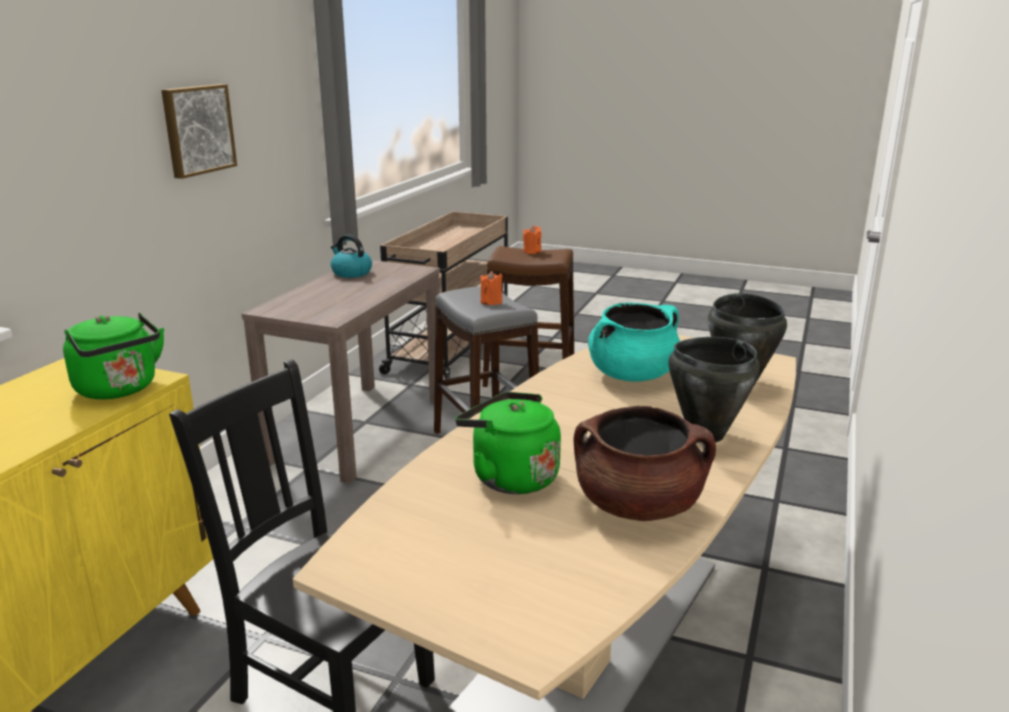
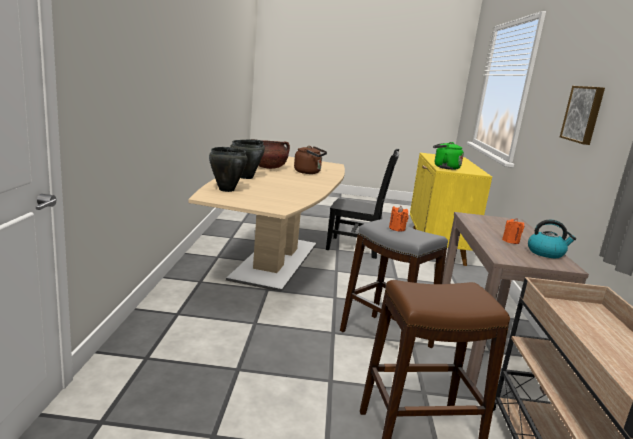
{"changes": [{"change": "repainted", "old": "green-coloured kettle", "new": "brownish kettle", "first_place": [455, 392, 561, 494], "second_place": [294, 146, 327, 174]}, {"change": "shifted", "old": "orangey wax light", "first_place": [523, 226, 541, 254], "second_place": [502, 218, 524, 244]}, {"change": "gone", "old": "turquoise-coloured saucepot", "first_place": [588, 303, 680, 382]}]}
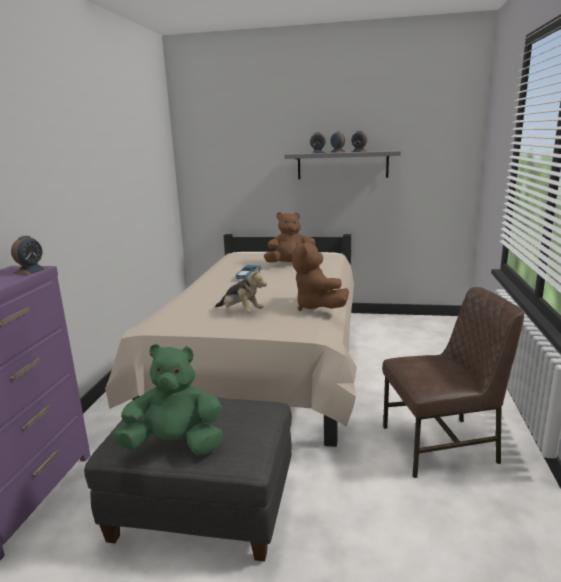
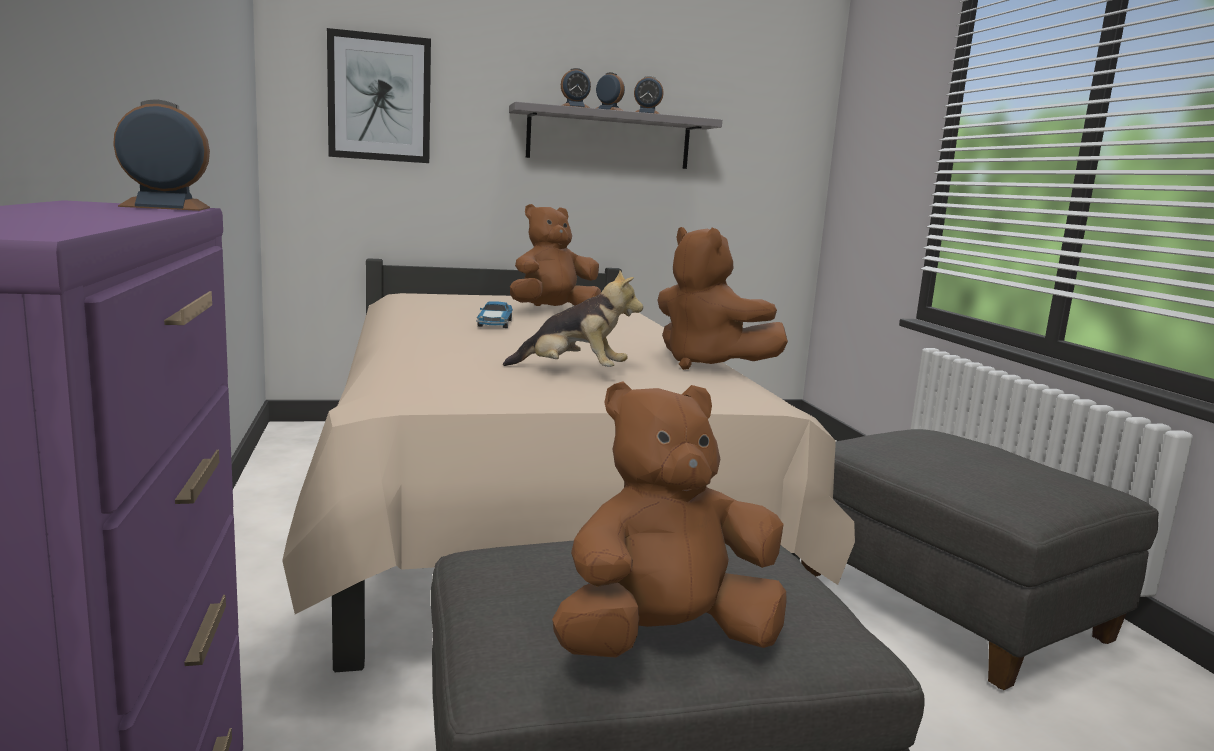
{"changes": [{"change": "rotated", "old": "table clock", "first_place": [11, 236, 48, 275], "second_place": [113, 100, 210, 211], "degrees": -105}, {"change": "repainted", "old": "green-coloured plush toy", "new": "brownish plush toy", "first_place": [113, 344, 223, 455], "second_place": [552, 381, 786, 658]}, {"change": "swapped", "old": "brownish plain chair", "new": "greyish pouffe", "first_place": [382, 287, 524, 478], "second_place": [801, 429, 1159, 690]}, {"change": "new", "new": "picture", "second_place": [327, 28, 431, 163]}]}
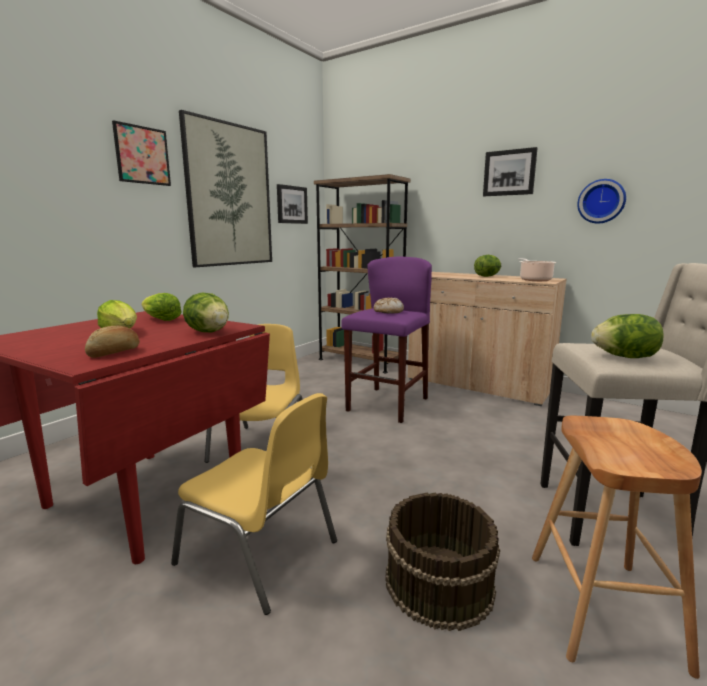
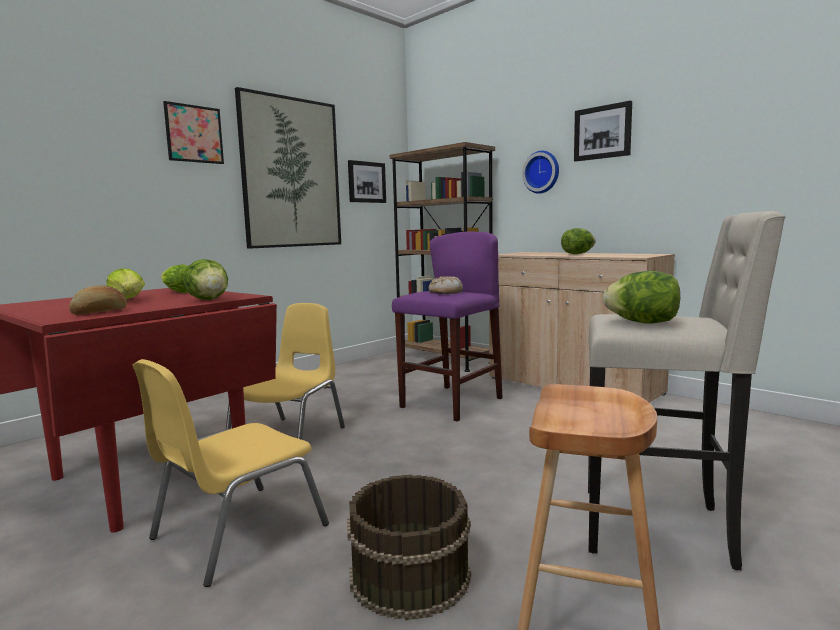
{"changes": [{"change": "rotated", "old": "yellowish plain chair", "first_place": [171, 393, 337, 615], "second_place": [133, 359, 329, 587], "degrees": 90}, {"change": "gone", "old": "saucepot", "first_place": [518, 258, 556, 281]}, {"change": "shifted", "old": "clock on the wall", "first_place": [577, 179, 626, 224], "second_place": [522, 151, 559, 194]}]}
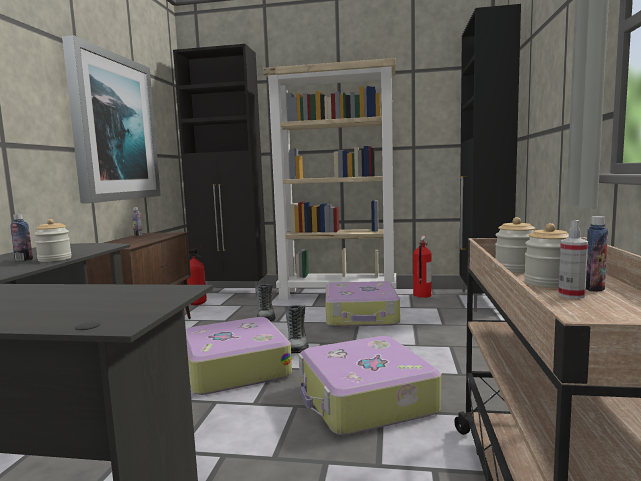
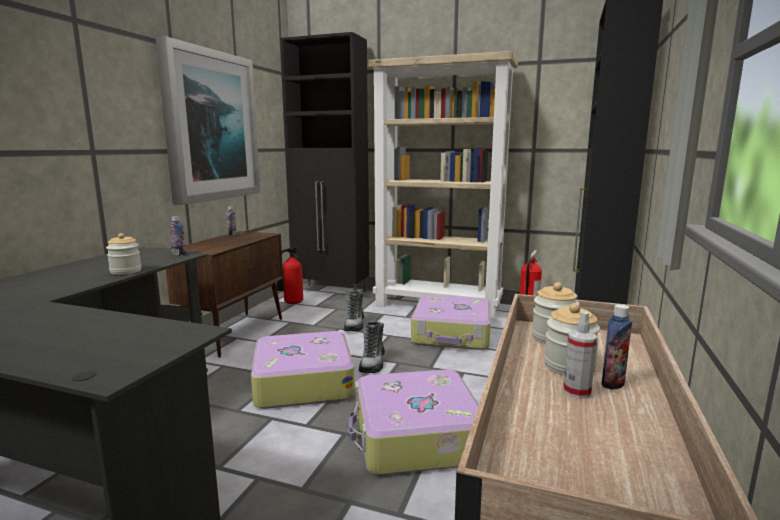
{"changes": [{"change": "shifted", "old": "bottle", "first_place": [10, 214, 33, 261], "second_place": [169, 216, 186, 255]}]}
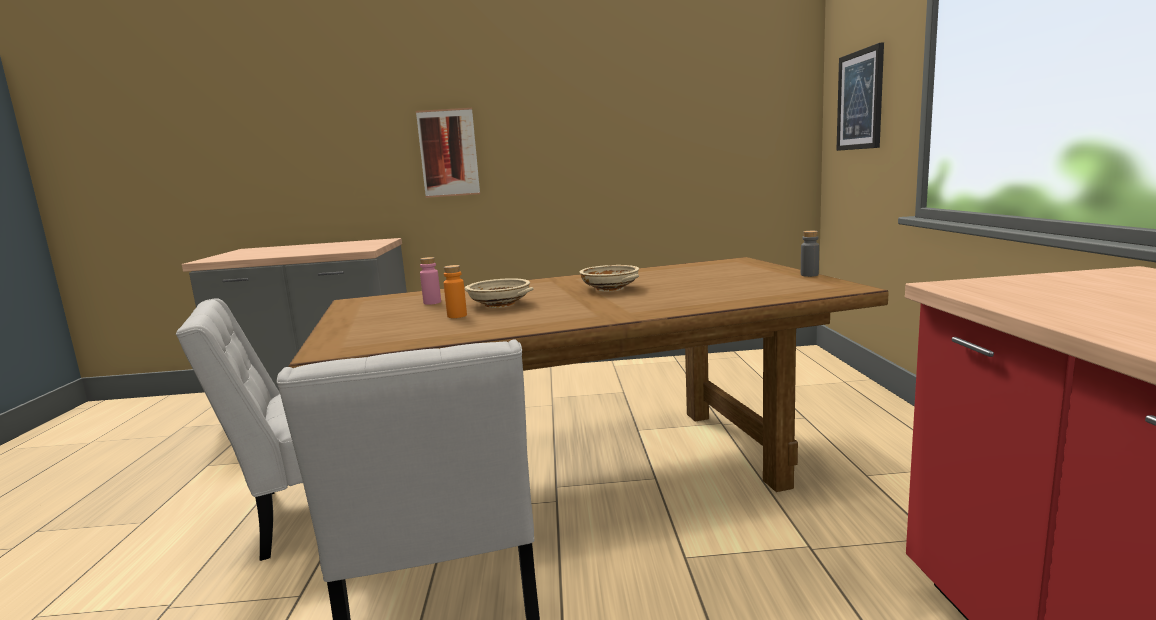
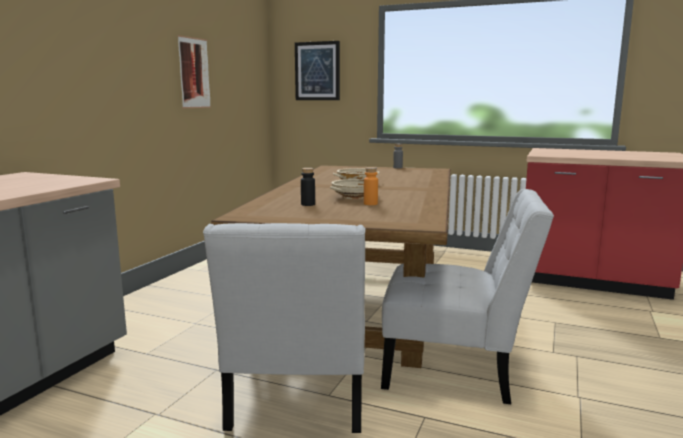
{"changes": [{"change": "shifted", "old": "picture", "first_place": [416, 108, 480, 198], "second_place": [177, 35, 211, 108]}, {"change": "repainted", "old": "pink-coloured bottle", "new": "blackish bottle", "first_place": [420, 257, 441, 305], "second_place": [301, 168, 315, 206]}]}
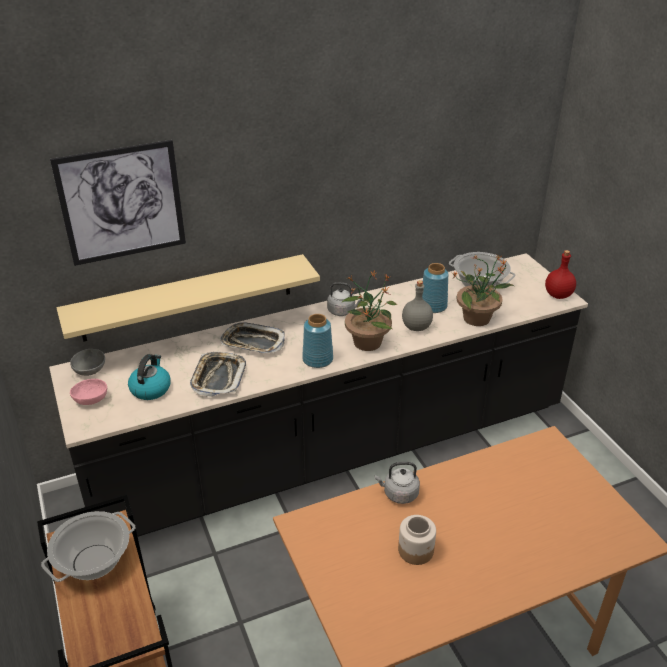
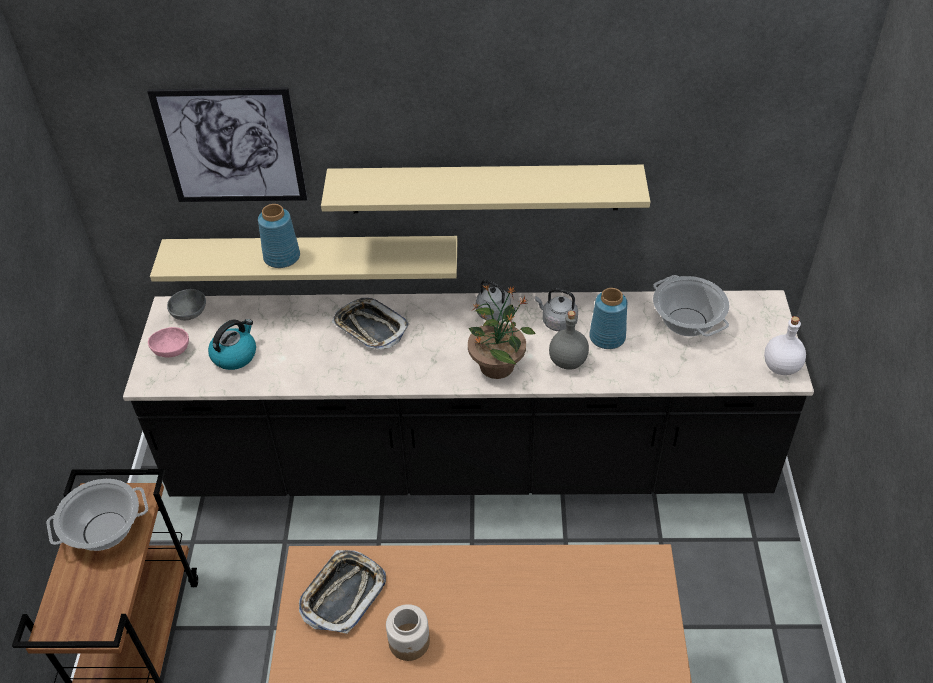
{"changes": [{"change": "shifted", "old": "carrying tray", "first_place": [190, 352, 246, 397], "second_place": [299, 550, 386, 634]}, {"change": "shifted", "old": "blue-coloured vase", "first_place": [302, 314, 333, 368], "second_place": [258, 204, 300, 268]}, {"change": "shifted", "old": "greyish kettle", "first_place": [375, 462, 420, 504], "second_place": [535, 288, 578, 331]}, {"change": "gone", "old": "houseplant", "first_place": [452, 254, 514, 326]}, {"change": "repainted", "old": "red bottle", "new": "white bottle", "first_place": [545, 250, 576, 299], "second_place": [764, 316, 806, 375]}, {"change": "new", "new": "beige-coloured shelf", "second_place": [321, 165, 650, 213]}]}
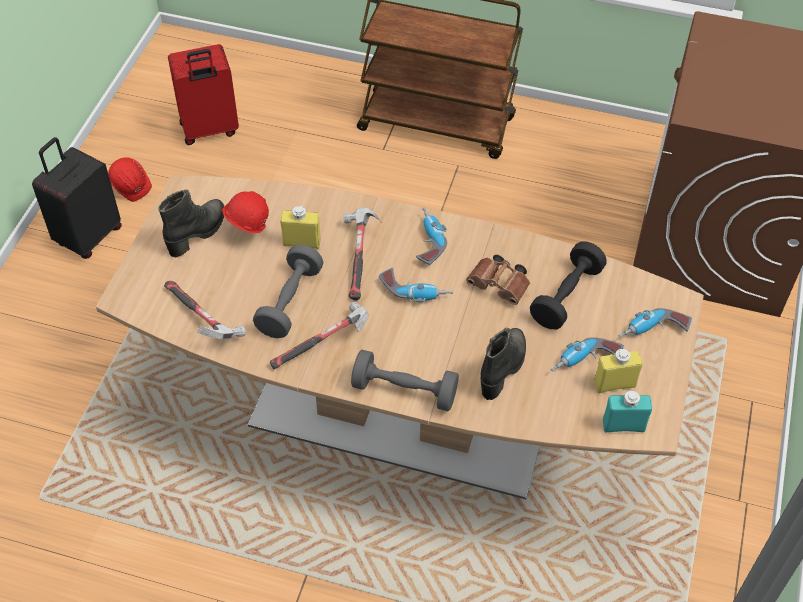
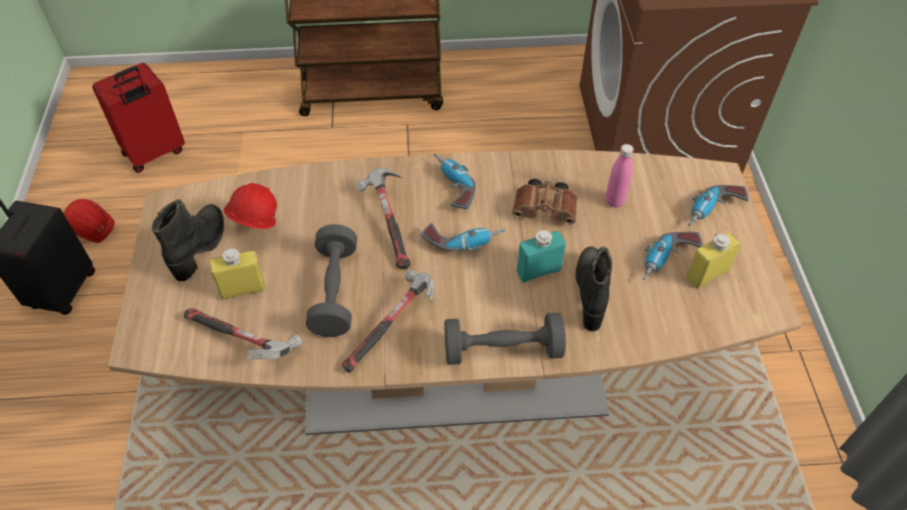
{"changes": [{"change": "shifted", "old": "yellowish bottle", "first_place": [280, 206, 321, 249], "second_place": [210, 248, 265, 300]}, {"change": "swapped", "old": "blackish free weight", "new": "pink-coloured bottle", "first_place": [530, 241, 607, 330], "second_place": [605, 144, 634, 208]}, {"change": "shifted", "old": "turquoise-coloured bottle", "first_place": [603, 391, 652, 432], "second_place": [517, 230, 566, 283]}]}
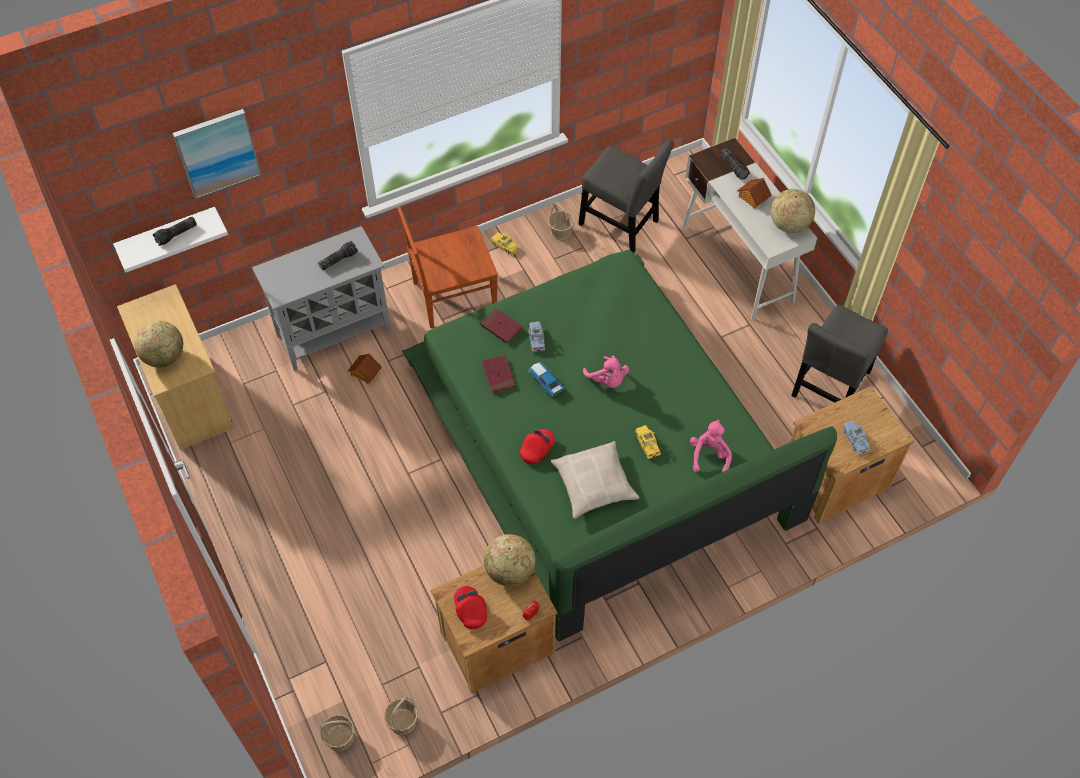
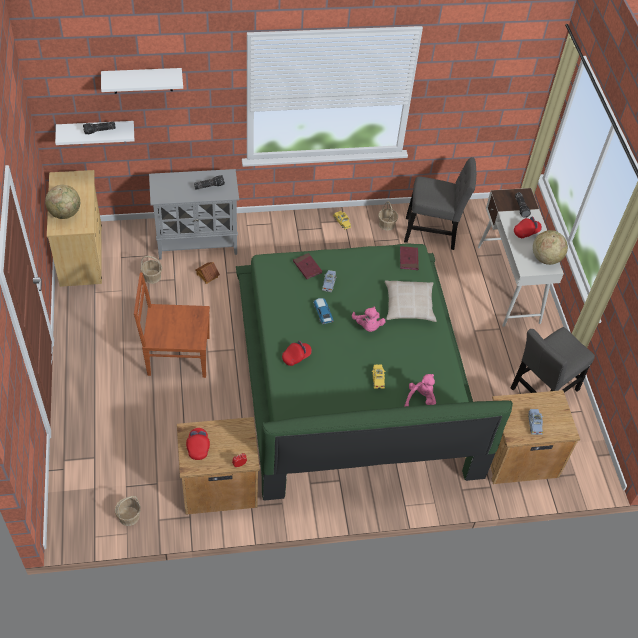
{"changes": [{"change": "swapped", "old": "picture", "new": "white shelf", "first_place": [173, 109, 262, 199], "second_place": [101, 68, 183, 94]}, {"change": "shifted", "old": "household basket", "first_place": [320, 715, 354, 751], "second_place": [141, 256, 162, 284]}, {"change": "shifted", "old": "brownish plain chair", "first_place": [397, 206, 498, 329], "second_place": [134, 272, 210, 378]}, {"change": "shifted", "old": "red volume", "first_place": [482, 355, 516, 393], "second_place": [400, 246, 419, 270]}, {"change": "gone", "old": "world globe", "first_place": [484, 534, 535, 586]}, {"change": "shifted", "old": "beige-coloured cushion", "first_place": [551, 441, 639, 519], "second_place": [385, 280, 437, 322]}, {"change": "rotated", "old": "greyish plain chair", "first_place": [578, 140, 674, 253], "second_place": [404, 157, 477, 250], "degrees": -45}, {"change": "swapped", "old": "miniature house", "new": "red cap", "first_place": [737, 178, 772, 209], "second_place": [514, 217, 542, 238]}]}
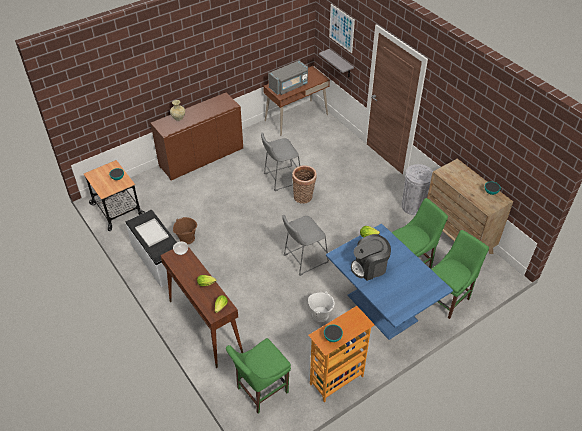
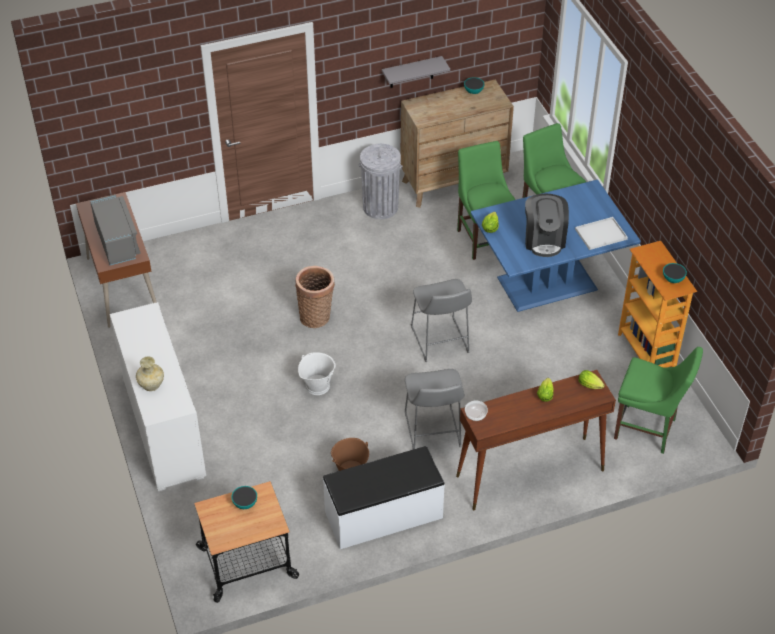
{"changes": [{"change": "shifted", "old": "white carrying tray", "first_place": [135, 218, 169, 247], "second_place": [575, 217, 628, 250]}, {"change": "repainted", "old": "brownish storage cabinet", "new": "white storage cabinet", "first_place": [150, 93, 243, 180], "second_place": [110, 302, 206, 491]}, {"change": "rotated", "old": "green-coloured plain chair", "first_place": [226, 338, 291, 414], "second_place": [614, 347, 703, 454], "degrees": -45}, {"change": "shifted", "old": "greyish stool", "first_place": [261, 133, 300, 191], "second_place": [405, 369, 465, 450]}, {"change": "shifted", "old": "white bucket", "first_place": [308, 291, 334, 322], "second_place": [298, 352, 336, 395]}, {"change": "shifted", "old": "greyish shelf", "first_place": [319, 49, 354, 77], "second_place": [382, 56, 450, 88]}, {"change": "gone", "old": "picture", "first_place": [329, 4, 355, 53]}]}
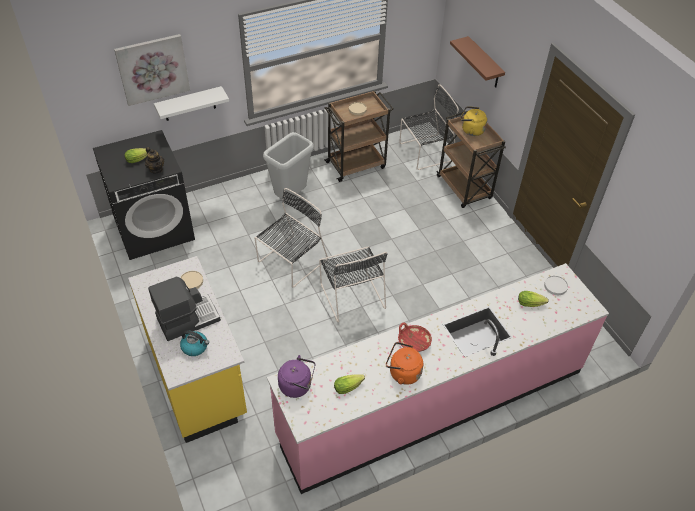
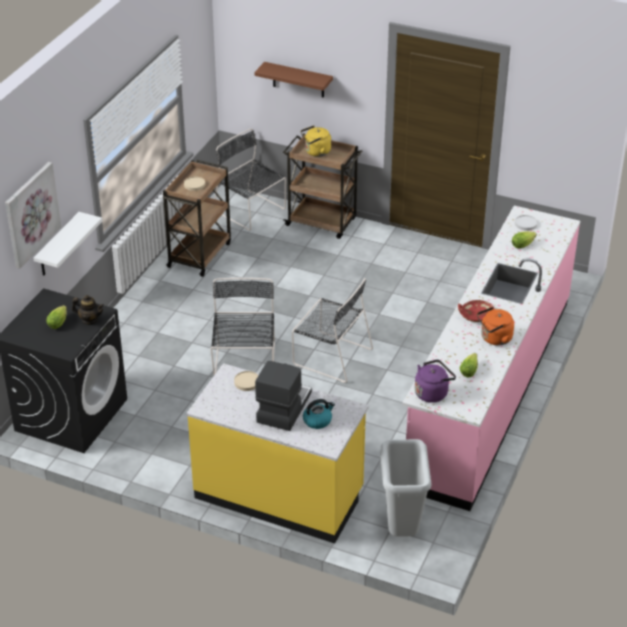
{"changes": [{"change": "shifted", "old": "greyish trash can", "first_place": [263, 132, 314, 200], "second_place": [380, 439, 431, 537]}, {"change": "rotated", "old": "blackish plain chair", "first_place": [399, 84, 459, 170], "second_place": [215, 129, 286, 230], "degrees": -75}]}
